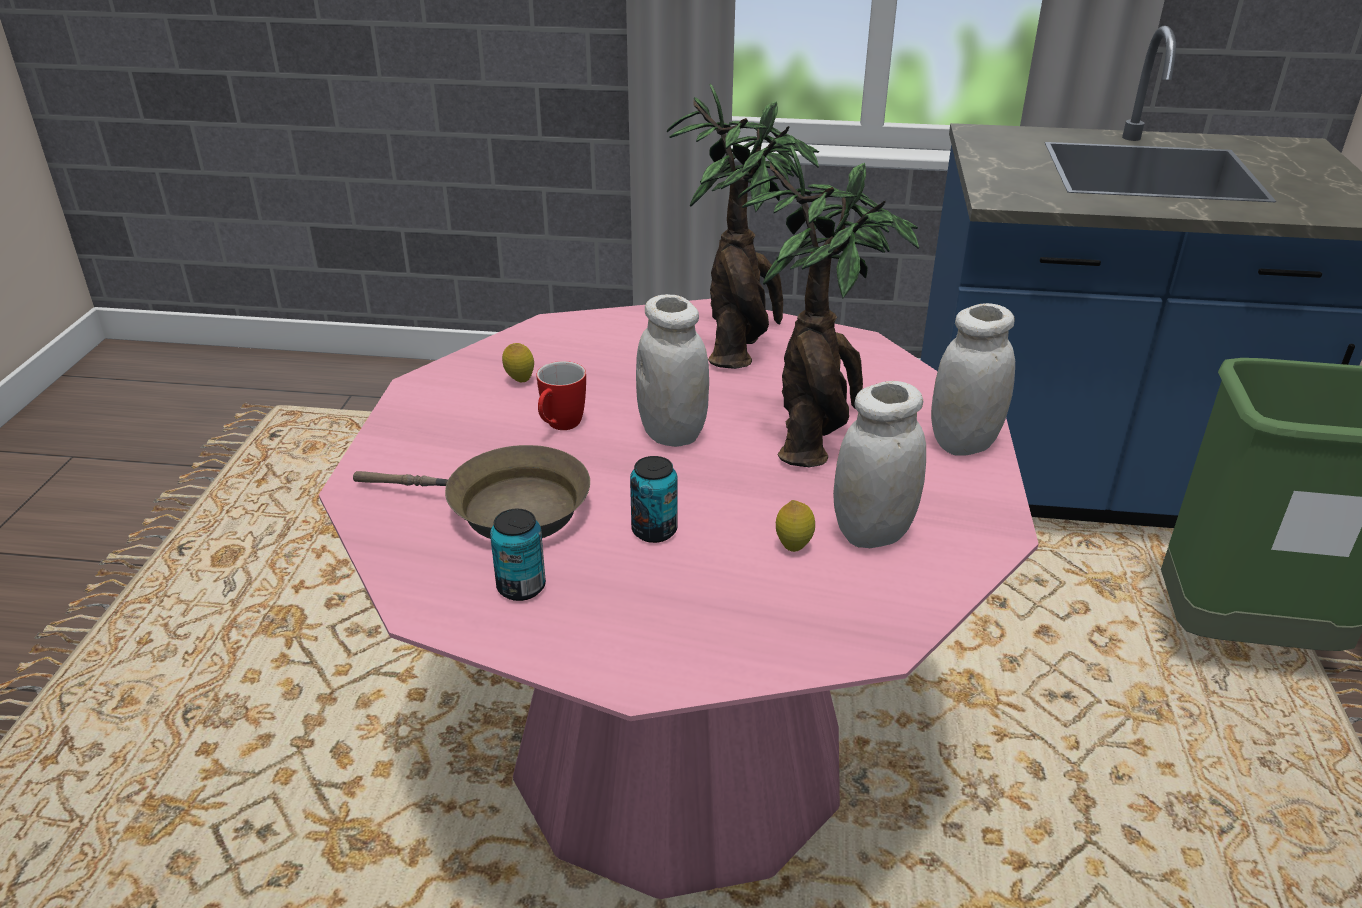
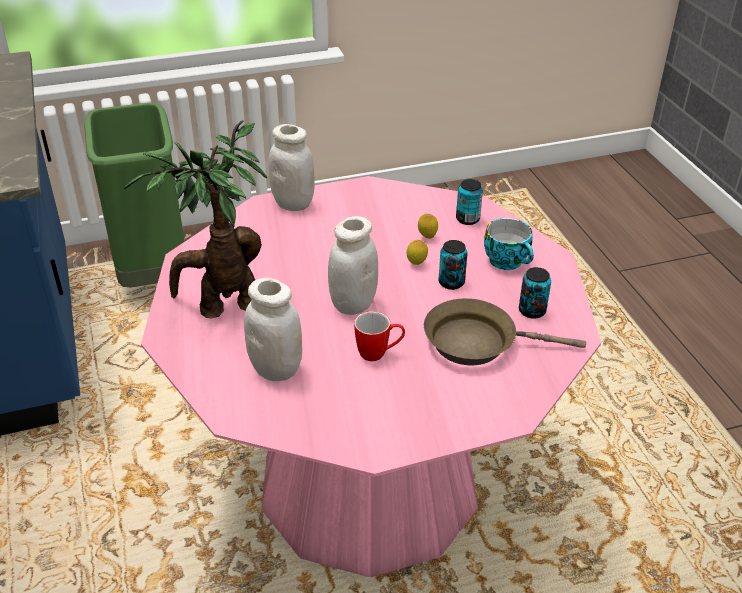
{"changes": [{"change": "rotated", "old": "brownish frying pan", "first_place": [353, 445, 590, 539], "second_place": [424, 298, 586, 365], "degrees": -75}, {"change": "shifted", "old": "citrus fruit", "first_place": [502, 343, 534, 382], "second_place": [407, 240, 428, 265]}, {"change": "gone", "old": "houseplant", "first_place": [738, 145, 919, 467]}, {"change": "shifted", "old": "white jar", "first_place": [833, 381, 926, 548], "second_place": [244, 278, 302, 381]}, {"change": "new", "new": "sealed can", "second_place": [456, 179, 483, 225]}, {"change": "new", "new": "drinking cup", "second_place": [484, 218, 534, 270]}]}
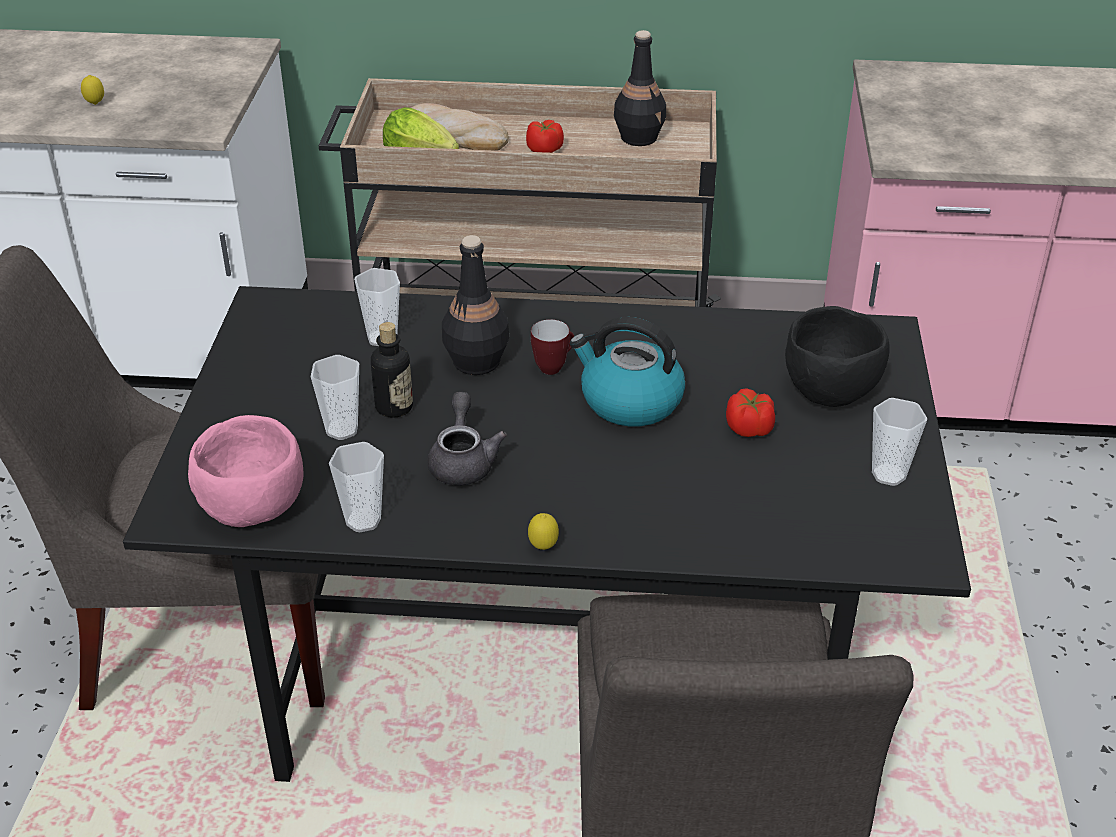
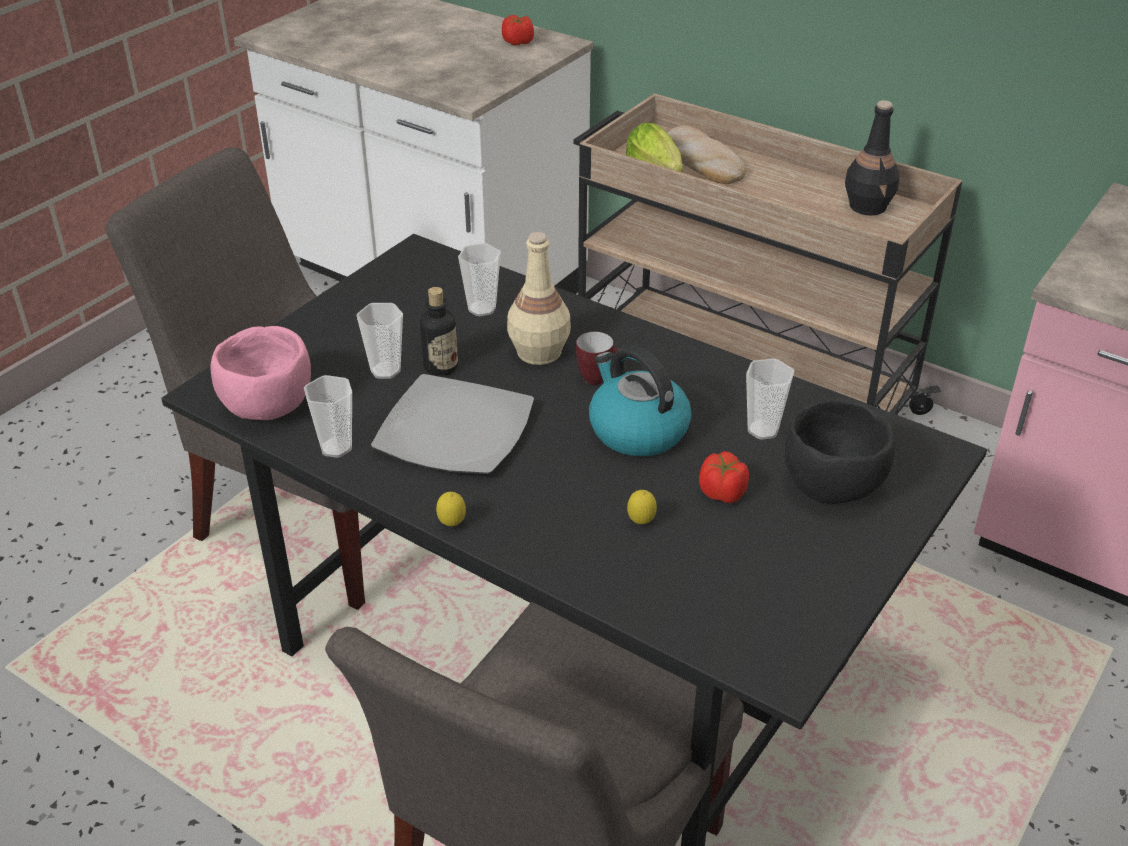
{"changes": [{"change": "shifted", "old": "citrus fruit", "first_place": [81, 75, 104, 105], "second_place": [627, 490, 657, 524]}, {"change": "swapped", "old": "greyish pot for tea", "new": "plate", "first_place": [428, 392, 507, 486], "second_place": [371, 374, 534, 474]}, {"change": "repainted", "old": "blackish bottle", "new": "beige-coloured bottle", "first_place": [442, 235, 509, 375], "second_place": [507, 232, 571, 365]}, {"change": "shifted", "old": "fresh tomato", "first_place": [526, 120, 564, 153], "second_place": [502, 15, 534, 46]}, {"change": "shifted", "old": "drinking cup", "first_place": [872, 398, 927, 486], "second_place": [746, 358, 794, 440]}]}
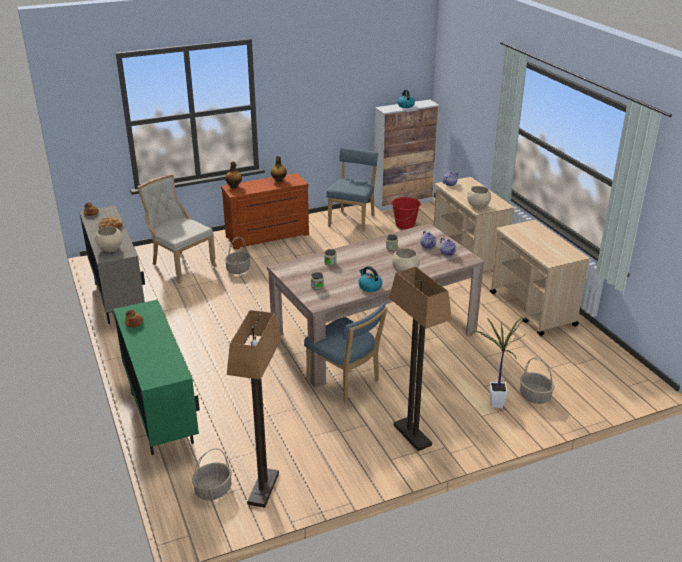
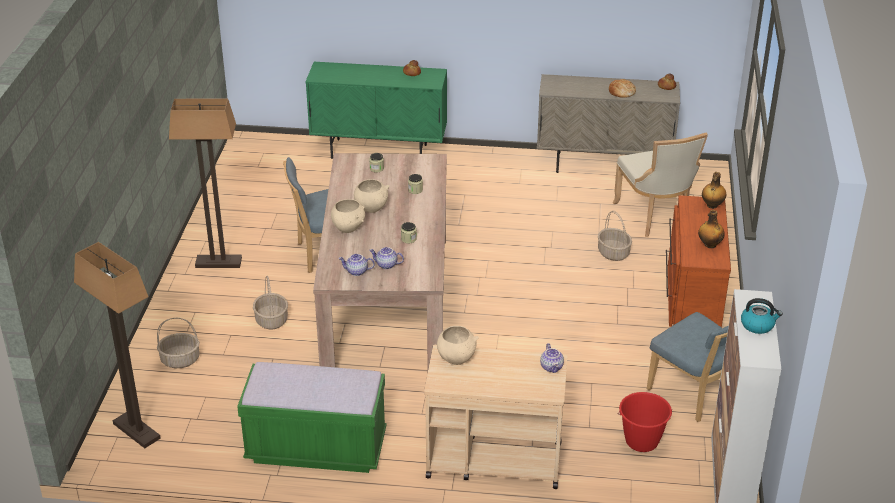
{"changes": [{"change": "shifted", "old": "beige-coloured serving bowl", "first_place": [94, 227, 122, 252], "second_place": [354, 179, 389, 213]}, {"change": "rotated", "old": "beige-coloured plain chair", "first_place": [137, 174, 217, 284], "second_place": [613, 132, 708, 237], "degrees": 90}, {"change": "shifted", "old": "household basket", "first_place": [192, 448, 232, 501], "second_place": [253, 276, 288, 329]}, {"change": "shifted", "old": "standard lamp", "first_place": [227, 310, 281, 508], "second_place": [74, 242, 161, 448]}, {"change": "gone", "old": "kettle", "first_place": [358, 266, 382, 292]}, {"change": "gone", "old": "houseplant", "first_place": [471, 317, 526, 408]}, {"change": "swapped", "old": "beige-coloured trolley", "new": "green-coloured long seat", "first_place": [490, 220, 590, 336], "second_place": [237, 362, 387, 473]}]}
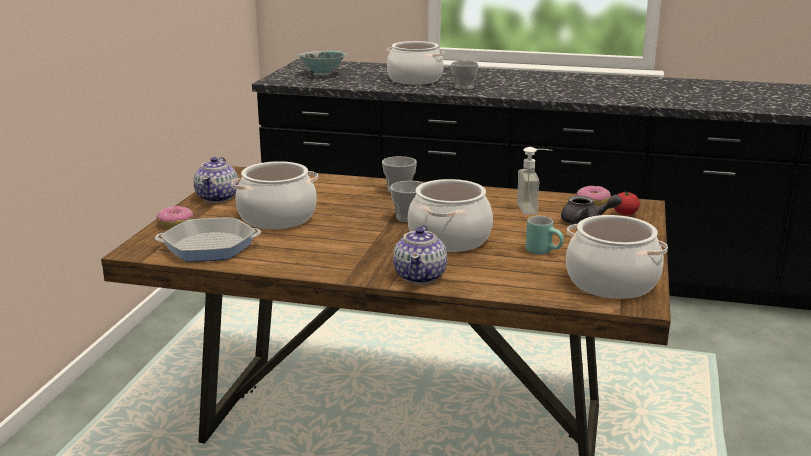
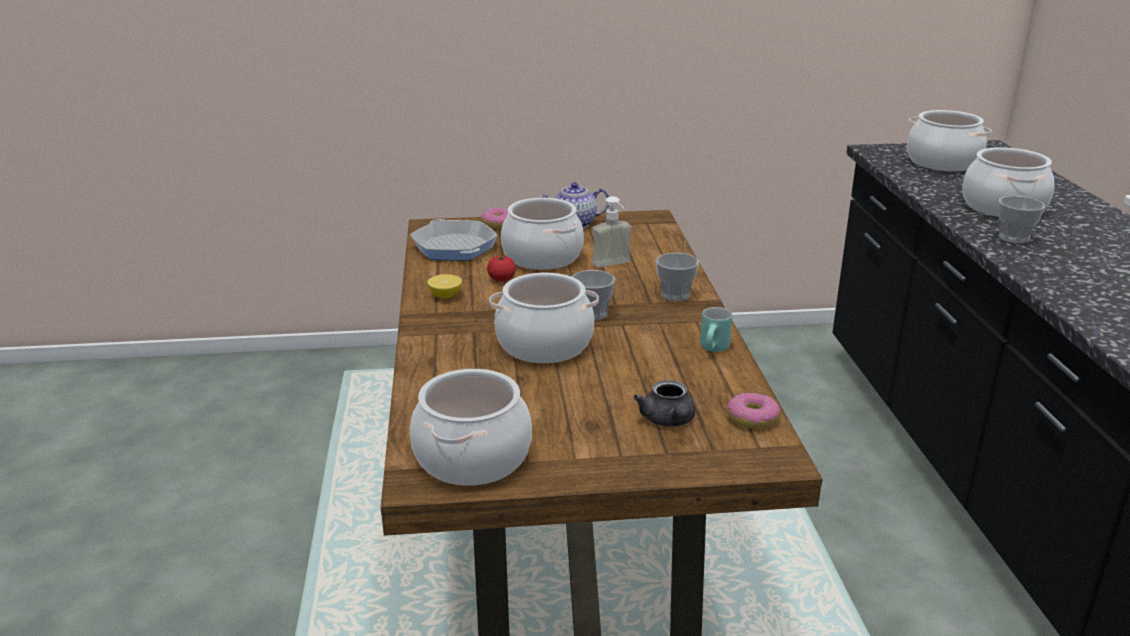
{"changes": [{"change": "swapped", "old": "serving bowl", "new": "saucepot", "first_place": [298, 51, 346, 76], "second_place": [907, 110, 992, 171]}, {"change": "gone", "old": "pot for tea", "first_place": [393, 225, 447, 284]}, {"change": "shifted", "old": "soap dispenser", "first_place": [517, 147, 553, 215], "second_place": [592, 196, 632, 268]}, {"change": "shifted", "old": "turquoise-coloured mug", "first_place": [526, 216, 564, 255], "second_place": [700, 307, 732, 352]}, {"change": "shifted", "old": "fresh tomato", "first_place": [614, 191, 640, 215], "second_place": [487, 254, 516, 282]}, {"change": "new", "new": "citrus fruit", "second_place": [428, 274, 462, 298]}]}
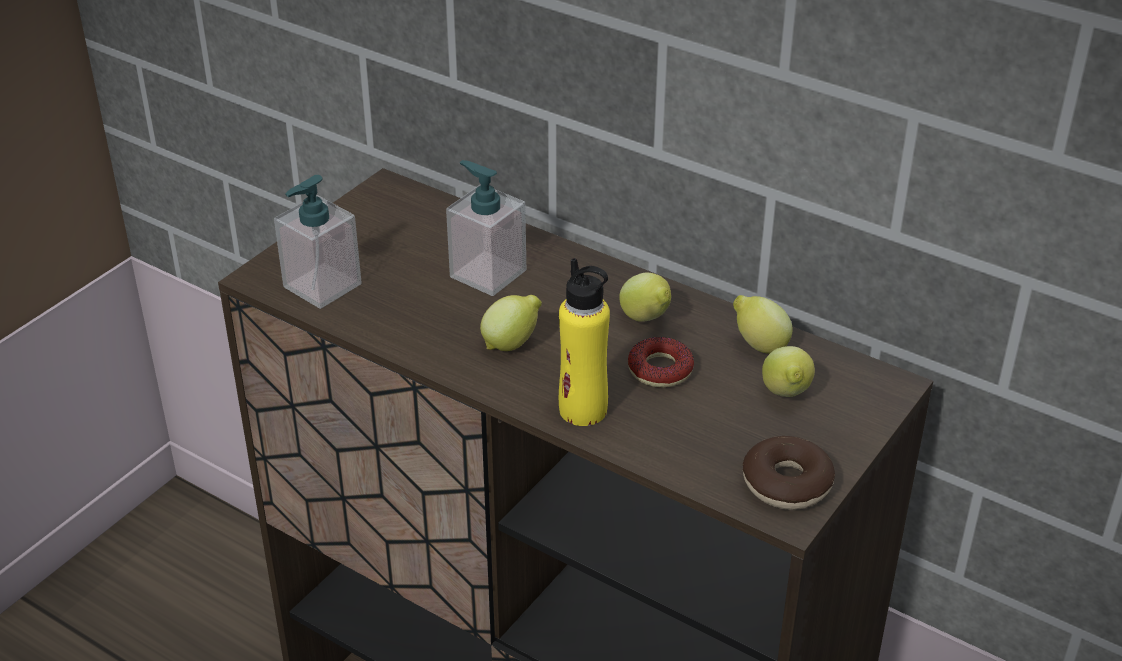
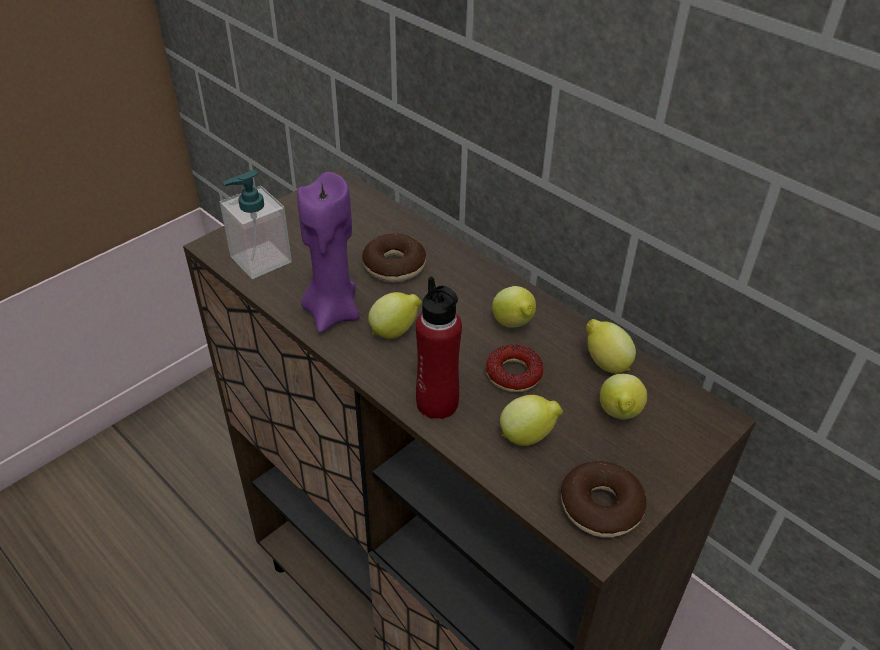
{"changes": [{"change": "swapped", "old": "soap dispenser", "new": "donut", "first_place": [446, 160, 526, 296], "second_place": [362, 233, 426, 282]}, {"change": "repainted", "old": "yellowish bottle", "new": "red bottle", "first_place": [559, 258, 610, 426], "second_place": [416, 276, 462, 419]}, {"change": "new", "new": "purple-coloured wax light", "second_place": [297, 172, 360, 333]}, {"change": "new", "new": "citrus fruit", "second_place": [500, 395, 563, 446]}]}
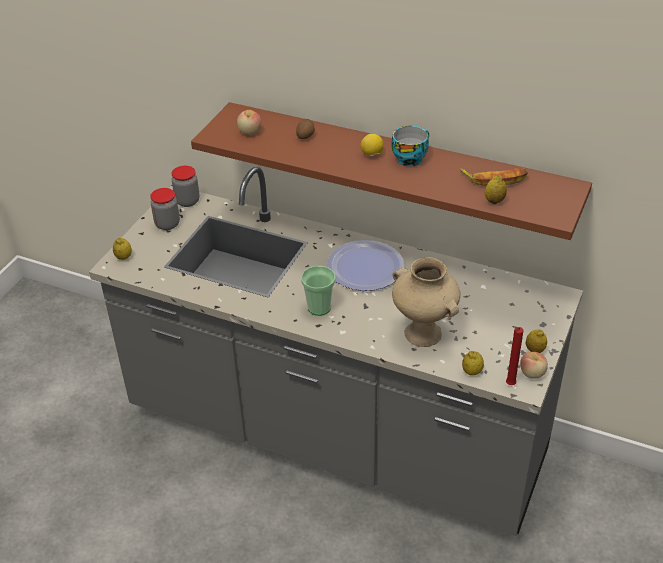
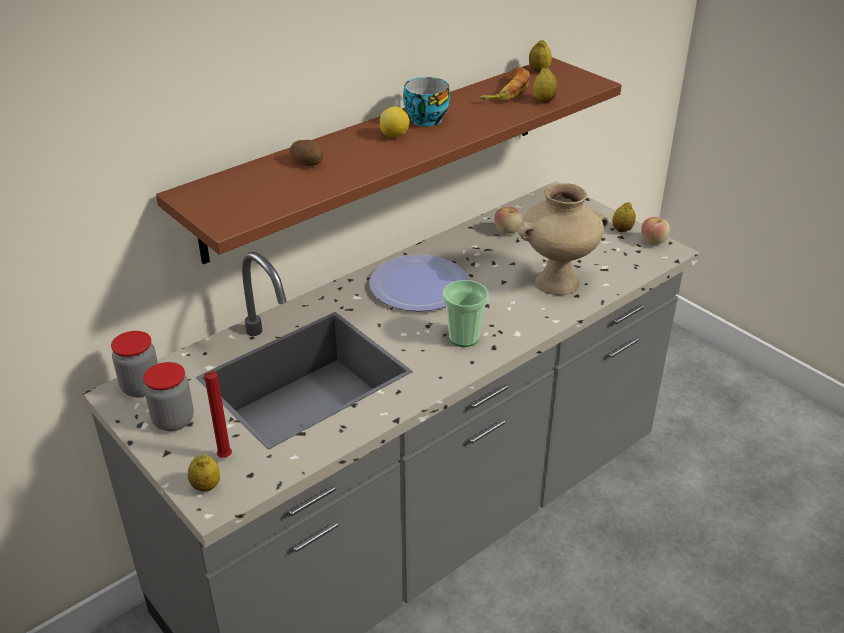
{"changes": [{"change": "shifted", "old": "apple", "first_place": [237, 110, 261, 135], "second_place": [494, 207, 523, 234]}, {"change": "shifted", "old": "citrus fruit", "first_place": [462, 351, 484, 375], "second_place": [529, 40, 552, 72]}, {"change": "shifted", "old": "red wax light", "first_place": [506, 326, 524, 385], "second_place": [204, 371, 232, 458]}]}
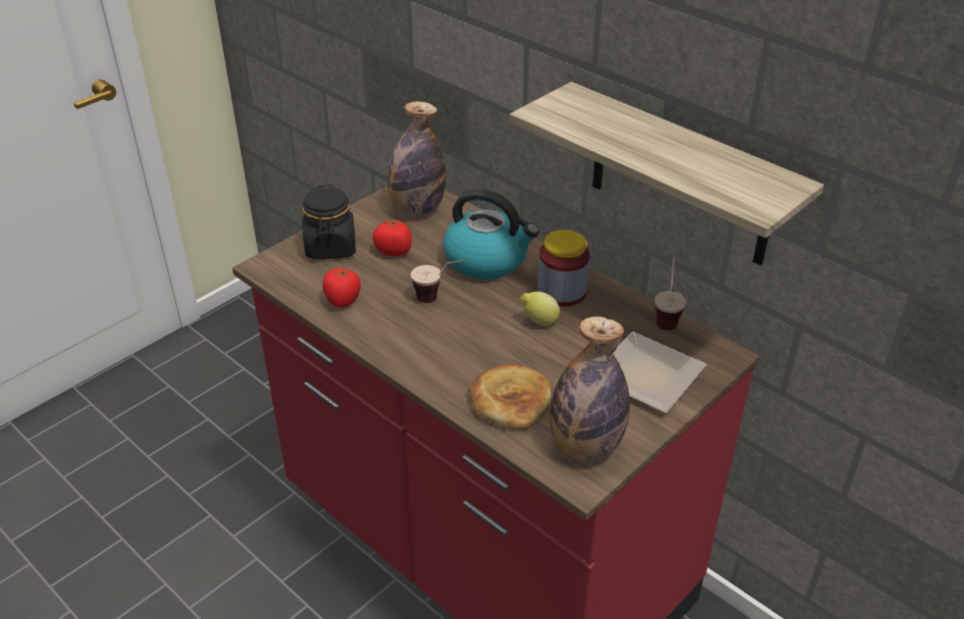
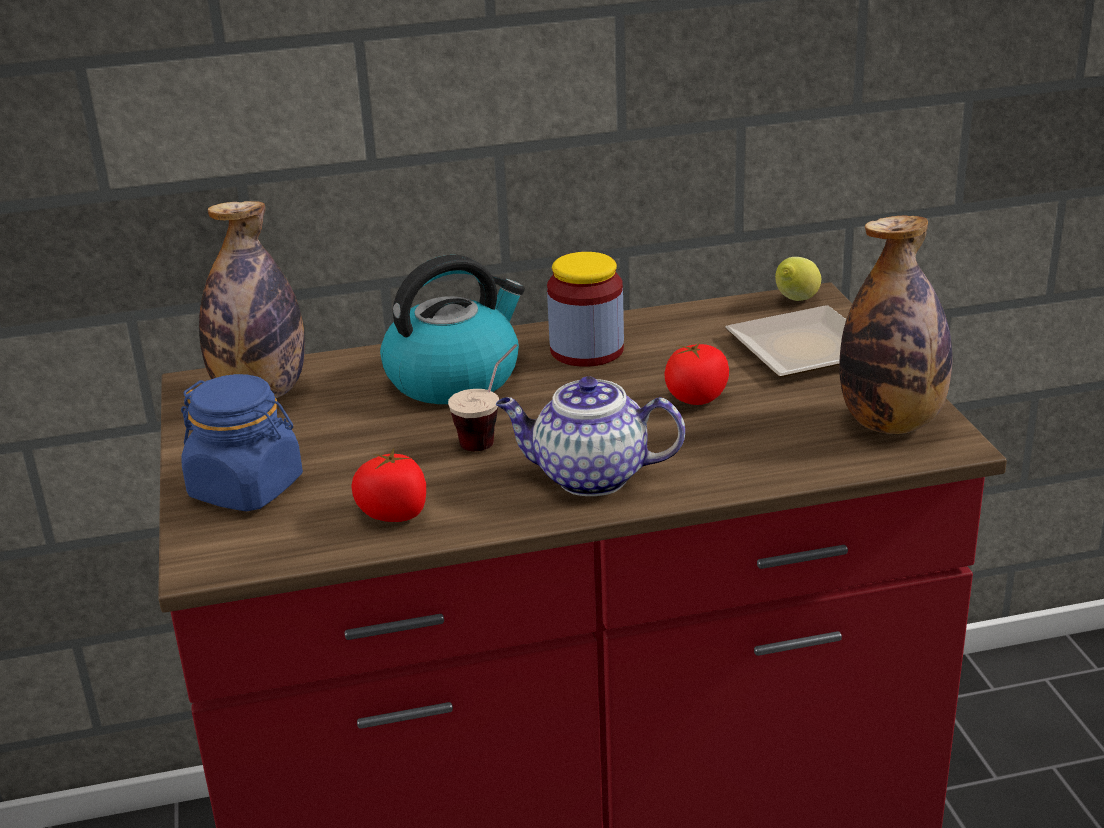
{"changes": [{"change": "repainted", "old": "blackish jar", "new": "blue-coloured jar", "first_place": [302, 185, 356, 259], "second_place": [181, 374, 303, 511]}, {"change": "shifted", "old": "fresh tomato", "first_place": [373, 217, 412, 256], "second_place": [664, 343, 729, 405]}, {"change": "gone", "old": "baked bread", "first_place": [469, 364, 552, 429]}, {"change": "gone", "old": "shelf", "first_place": [510, 82, 824, 266]}, {"change": "shifted", "old": "citrus fruit", "first_place": [520, 291, 560, 326], "second_place": [775, 257, 821, 301]}, {"change": "gone", "old": "drinking cup", "first_place": [654, 259, 686, 330]}, {"change": "new", "new": "pot for tea", "second_place": [496, 376, 685, 496]}]}
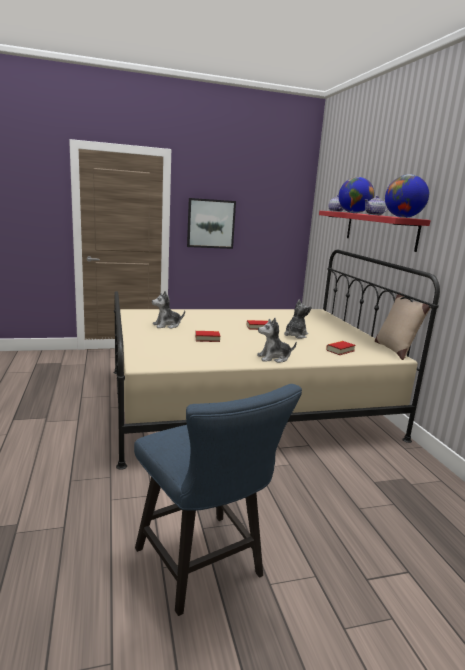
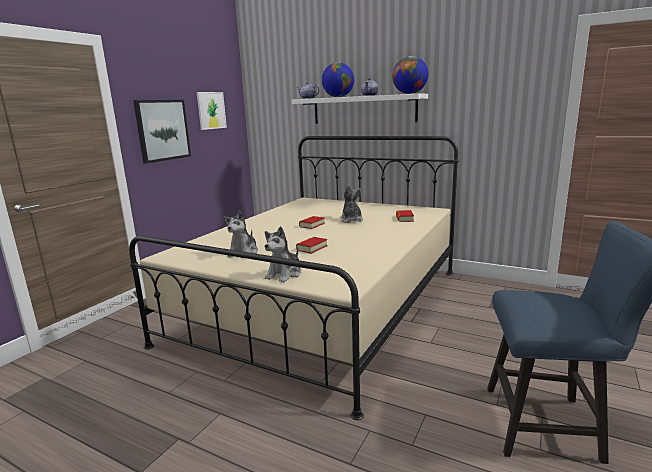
{"changes": [{"change": "shifted", "old": "plush toy", "first_place": [257, 318, 297, 363], "second_place": [264, 226, 301, 283]}, {"change": "repainted", "old": "red shelf", "new": "white shelf", "first_place": [319, 211, 431, 252], "second_place": [292, 94, 428, 124]}, {"change": "gone", "old": "beige-coloured cushion", "first_place": [375, 292, 431, 360]}, {"change": "new", "new": "picture", "second_place": [196, 92, 227, 130]}]}
